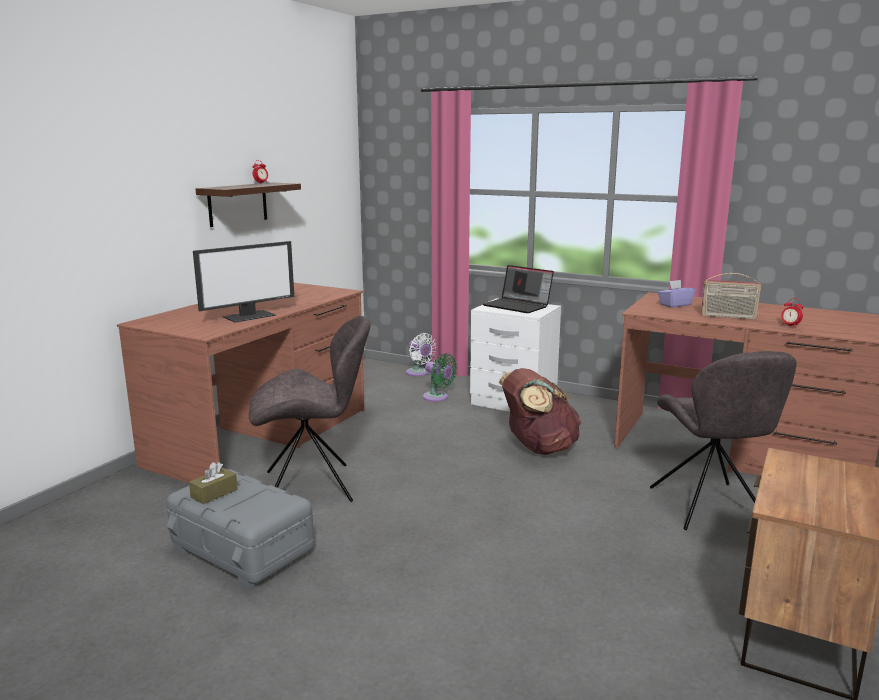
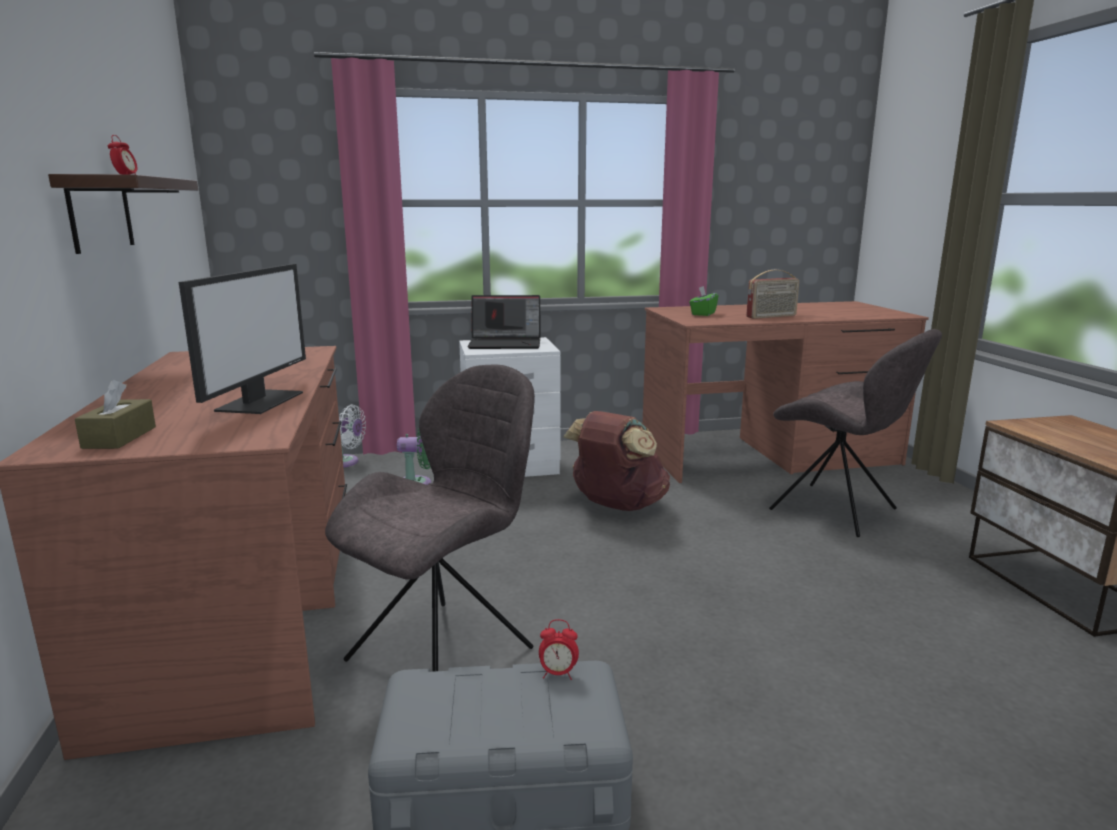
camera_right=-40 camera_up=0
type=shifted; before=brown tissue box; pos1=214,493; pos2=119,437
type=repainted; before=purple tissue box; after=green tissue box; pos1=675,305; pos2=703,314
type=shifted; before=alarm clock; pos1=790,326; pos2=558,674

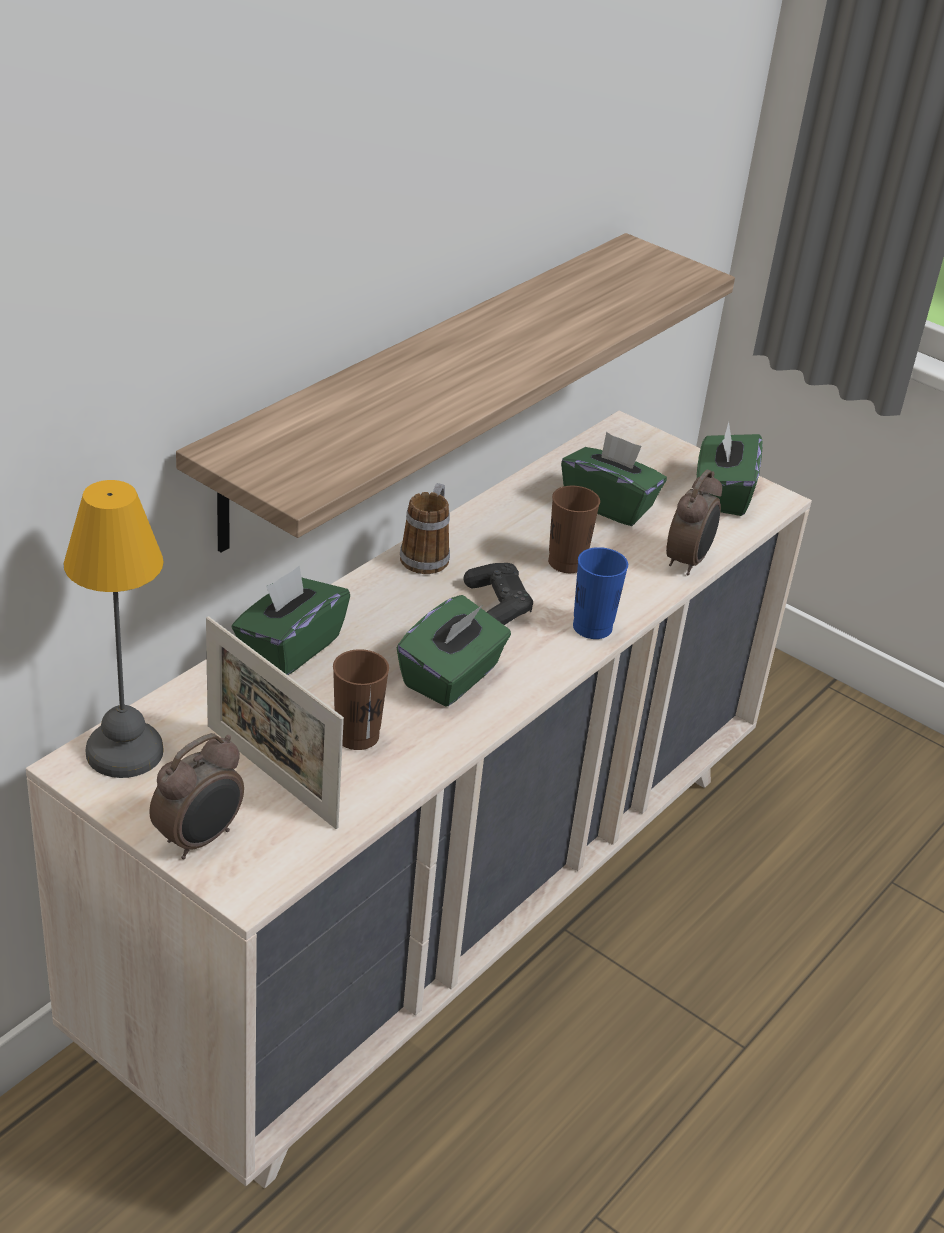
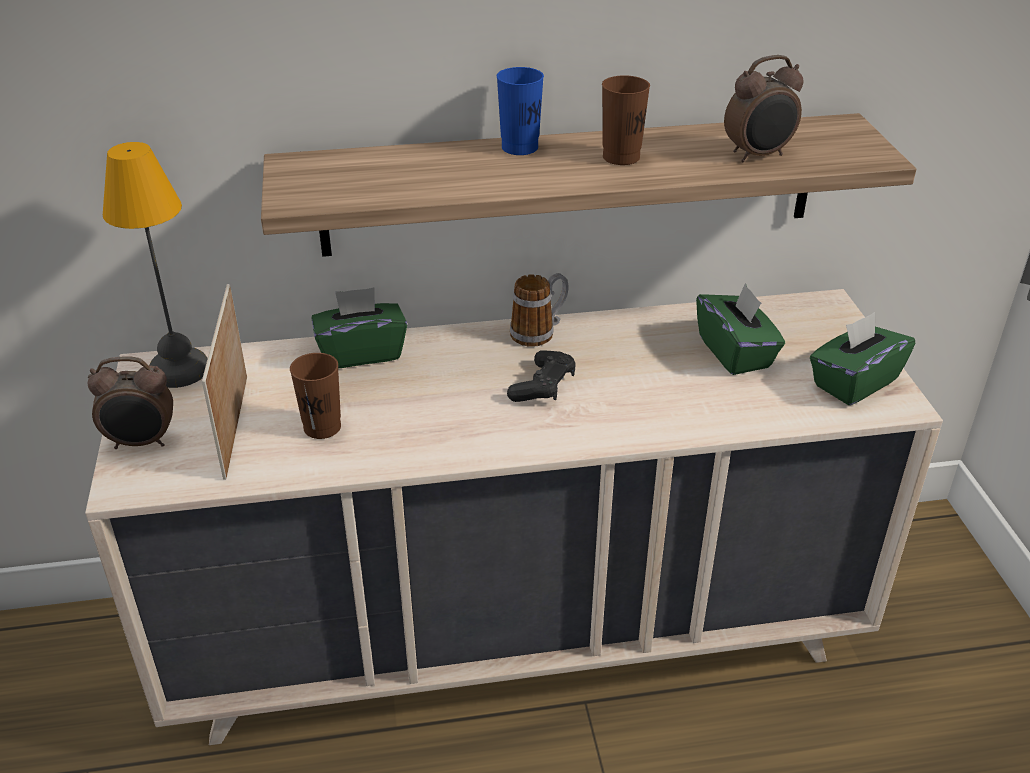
camera_right=45 camera_up=0
type=gone; before=green tissue box; pos1=451,677
type=shifted; before=brown cup; pos1=566,562; pos2=621,157
type=shifted; before=blue cup; pos1=592,627; pos2=519,147
type=shifted; before=alarm clock; pos1=688,561; pos2=758,155

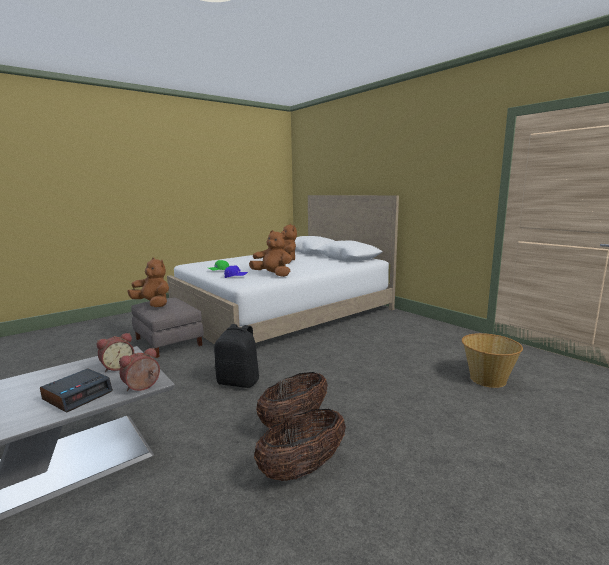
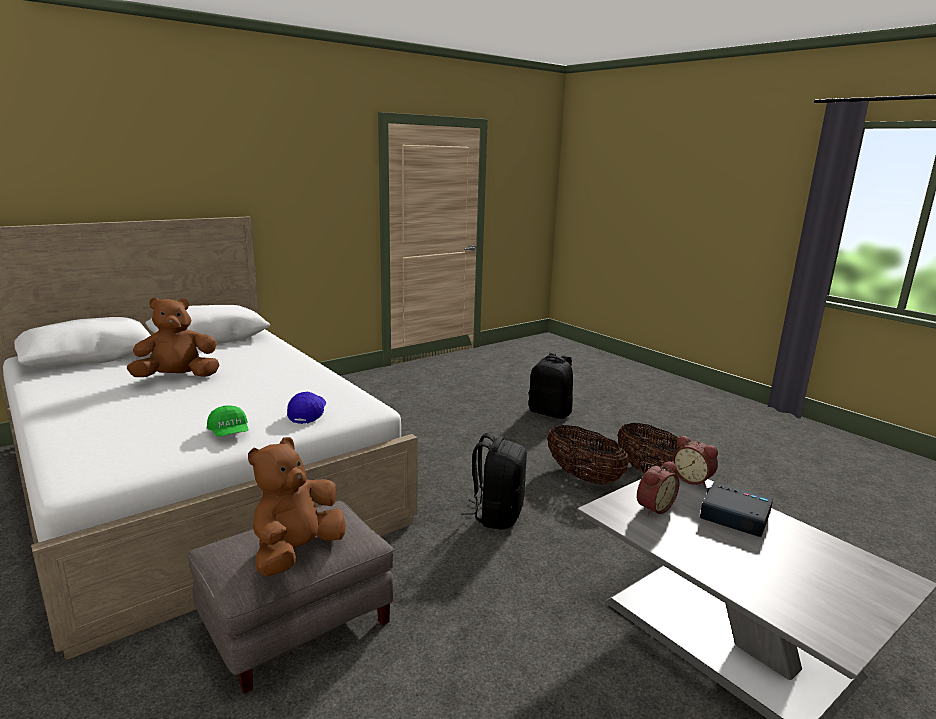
camera_right=-90 camera_up=5
type=rotated; before=alarm clock; pos1=117,367; pos2=653,507; turn=90
type=gone; before=brown plush toy; pos1=273,275
type=gone; before=basket; pos1=487,379
type=new; after=black backpack; pos2=550,413

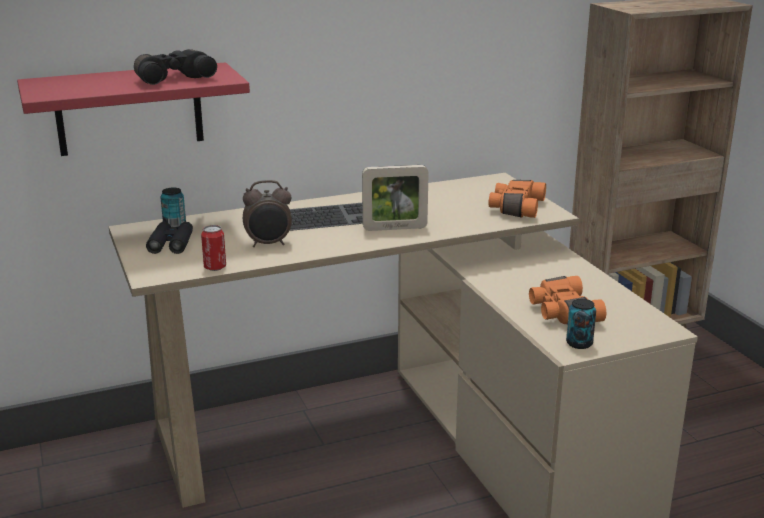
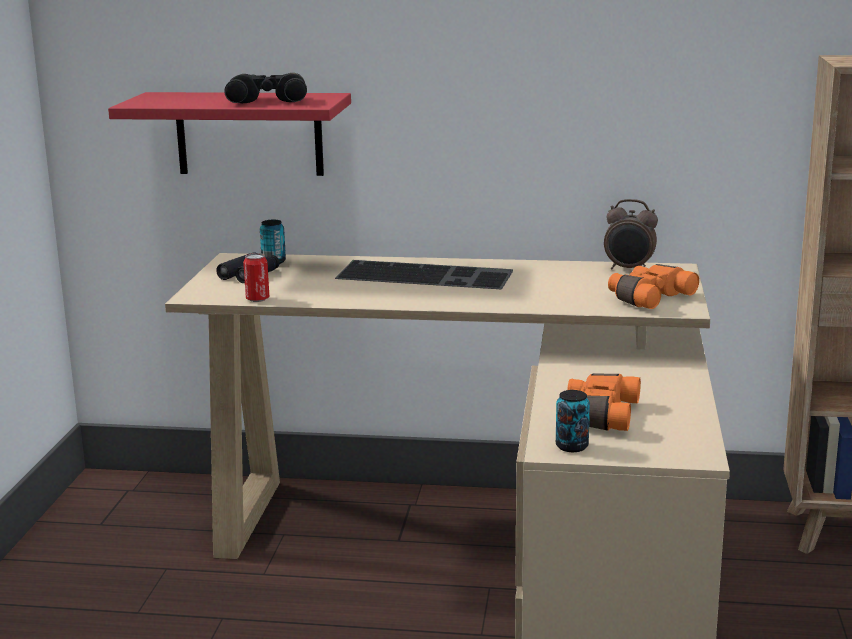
camera_right=30 camera_up=-5
type=shifted; before=alarm clock; pos1=269,244; pos2=629,269
type=gone; before=picture frame; pos1=395,228

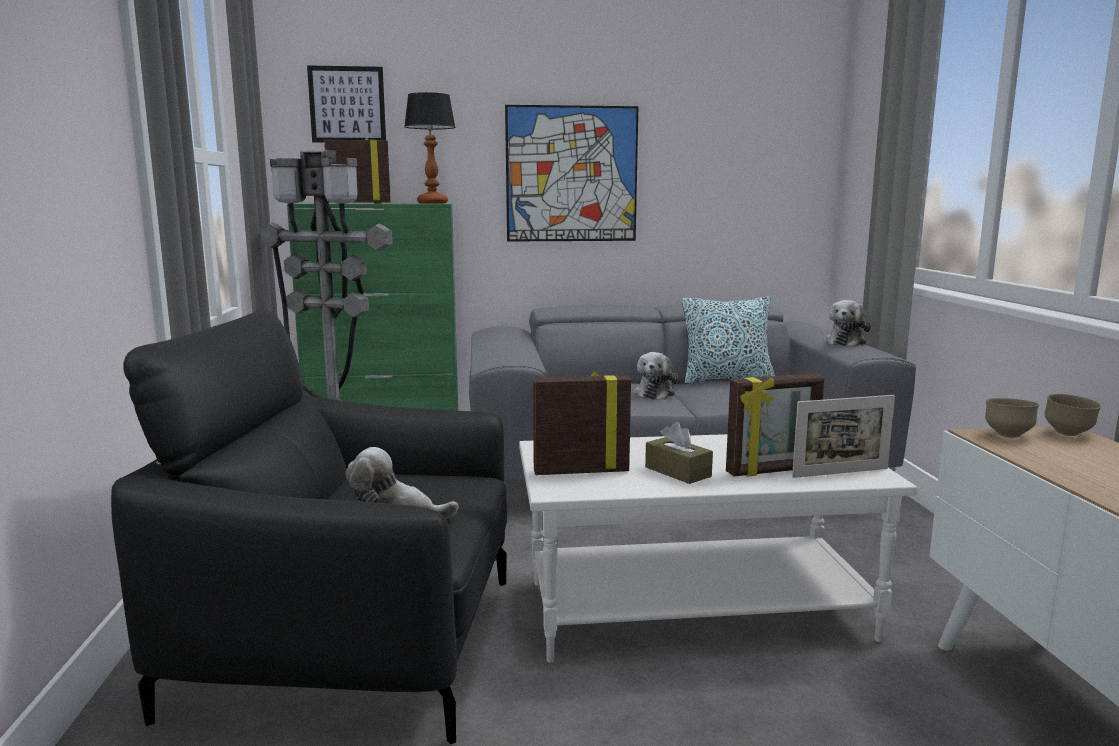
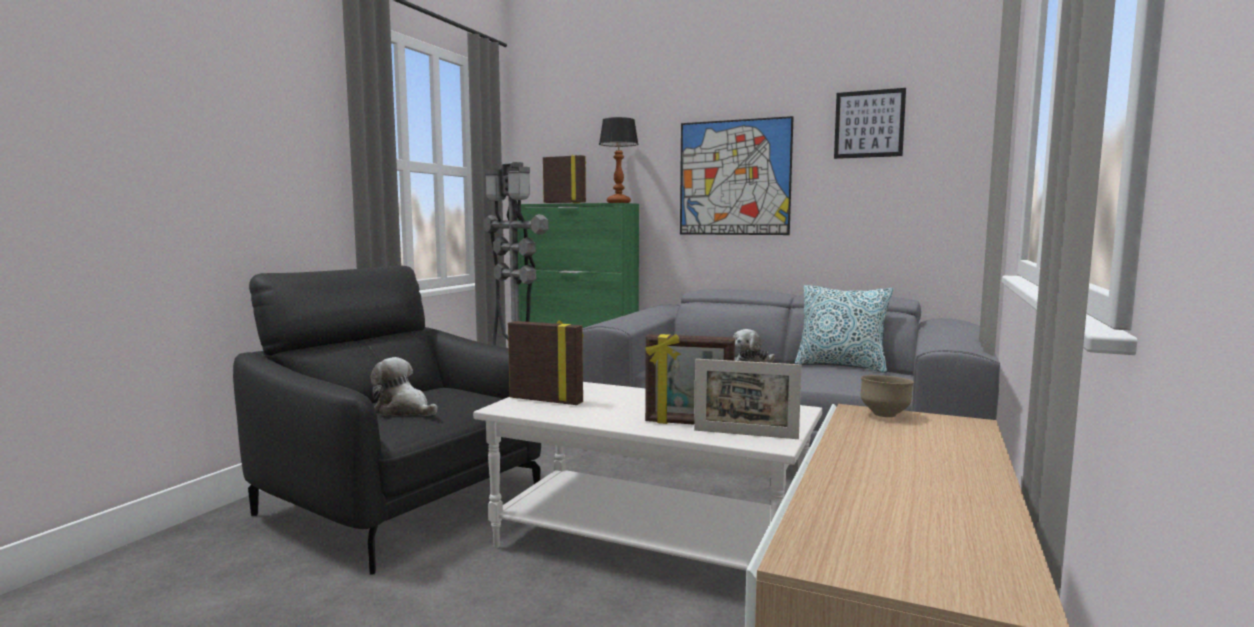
camera_right=30 camera_up=-5
type=shifted; before=picture; pos1=347,105; pos2=869,124
type=gone; before=brown tissue box; pos1=677,472
type=gone; before=plush toy; pos1=846,342
type=gone; before=brown bowl; pos1=1068,434

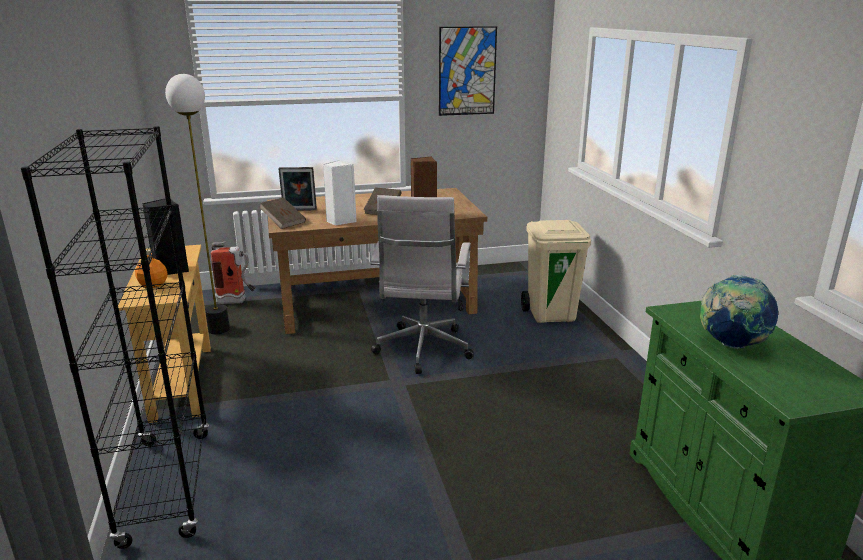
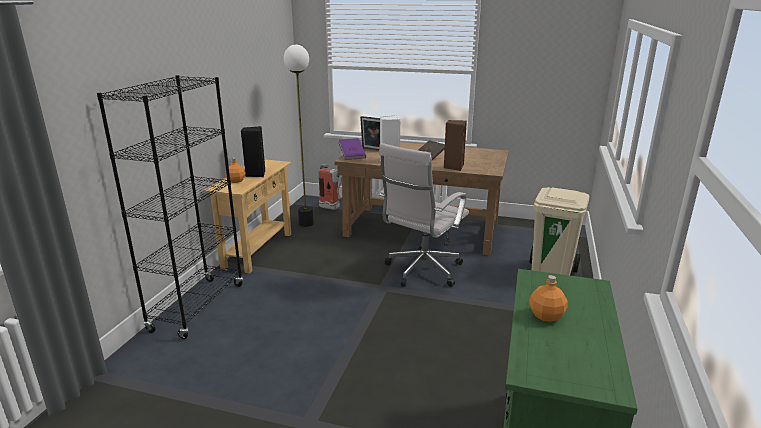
camera_right=30 camera_up=0
type=repainted; before=brown book; after=purple book; pos1=283,222; pos2=352,156
type=gone; before=picture; pos1=467,71
type=swapped; before=globe; after=orange bottle; pos1=731,344; pos2=545,315

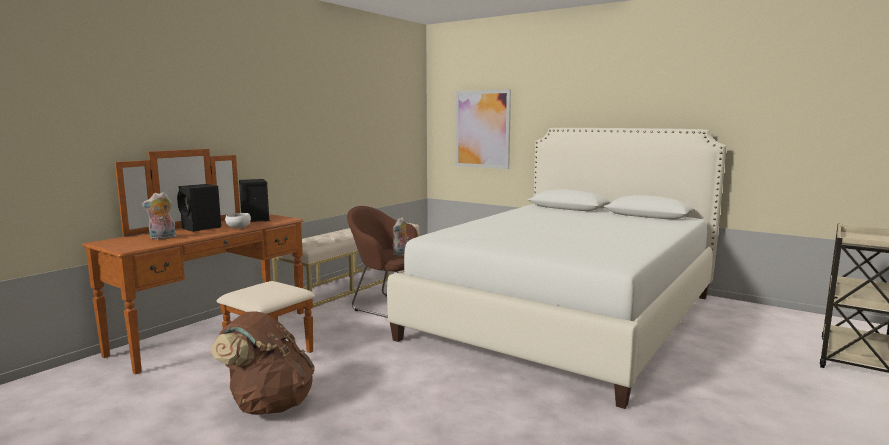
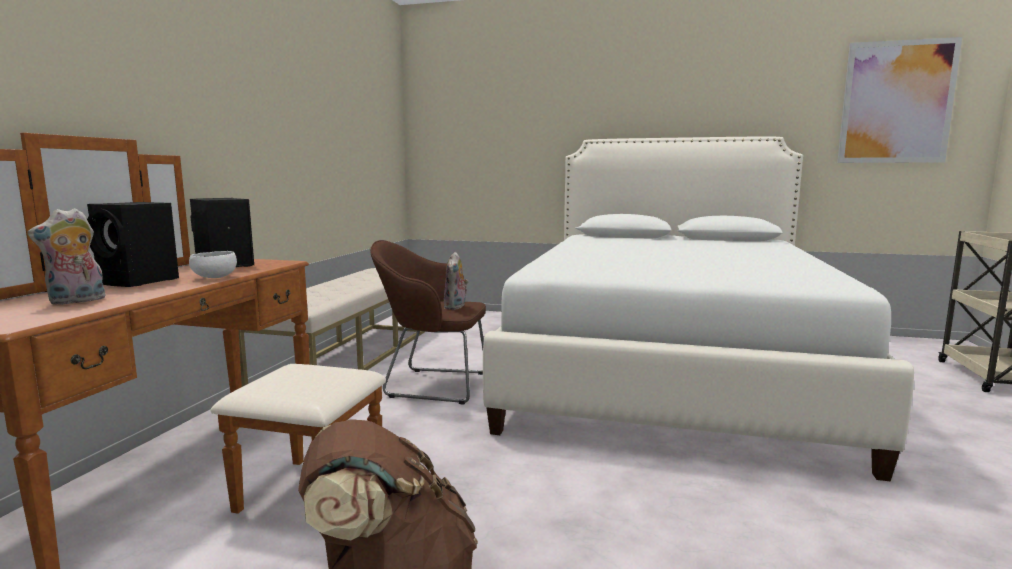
camera_right=-20 camera_up=0
type=shifted; before=picture; pos1=482,129; pos2=896,102

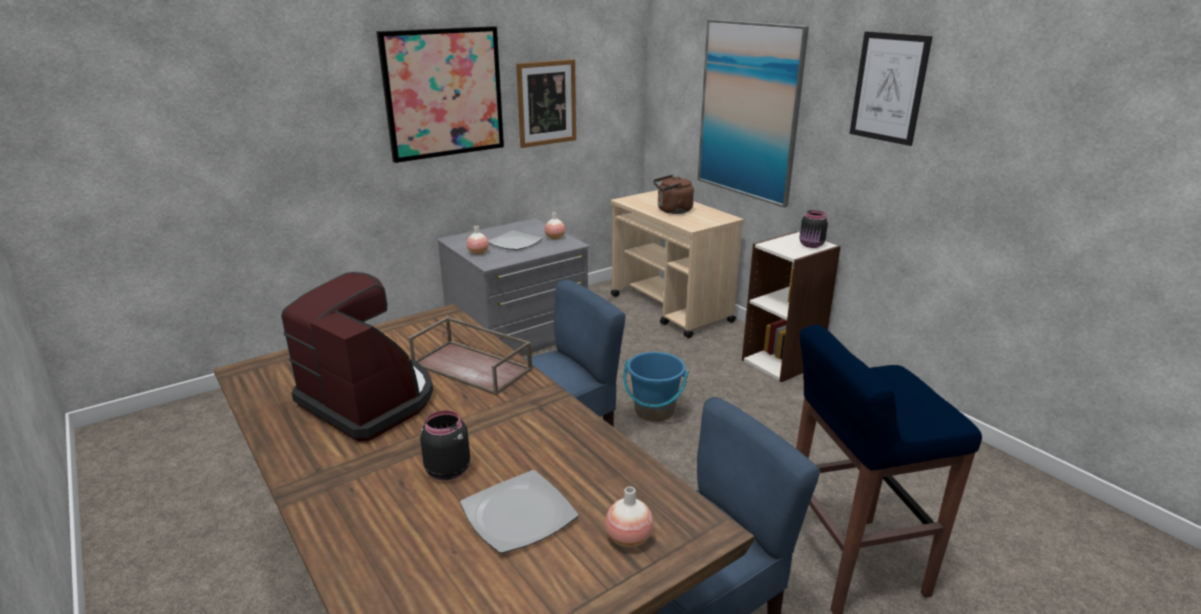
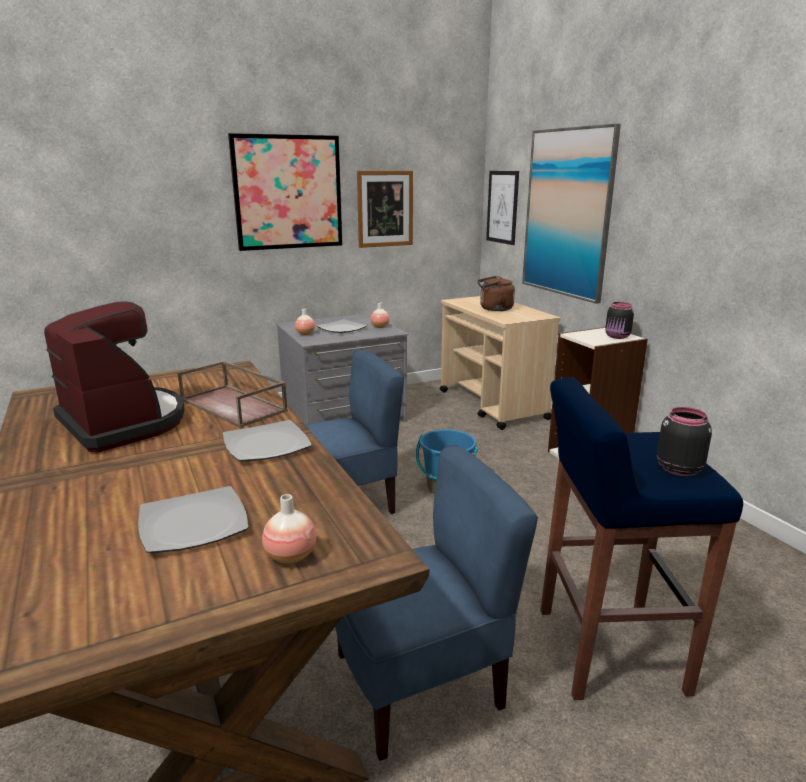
camera_right=10 camera_up=-5
type=shifted; before=black jar; pos1=447,470; pos2=677,468
type=shifted; before=picture; pos1=888,88; pos2=502,207
type=new; after=plate; pos2=267,445

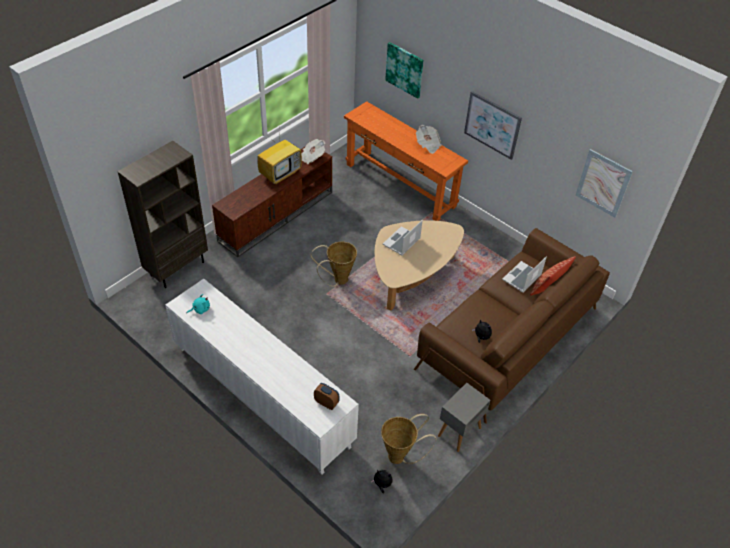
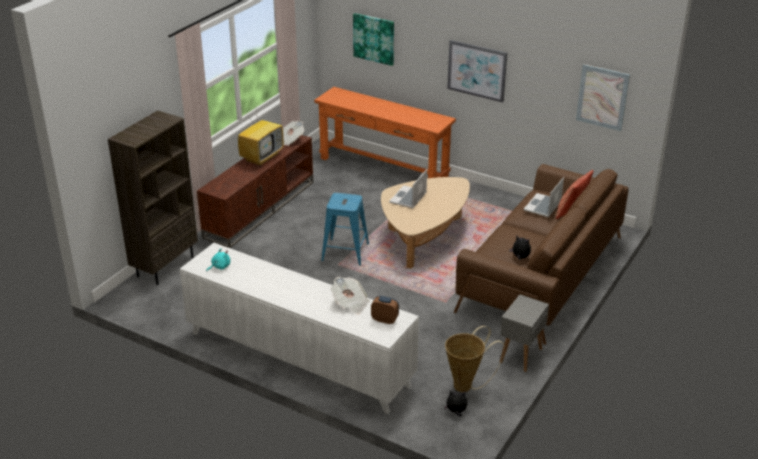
camera_right=-10 camera_up=-15
type=swapped; before=basket; after=blue stool; pos1=337,280; pos2=345,252
type=shifted; before=newspaper; pos1=428,145; pos2=350,303

